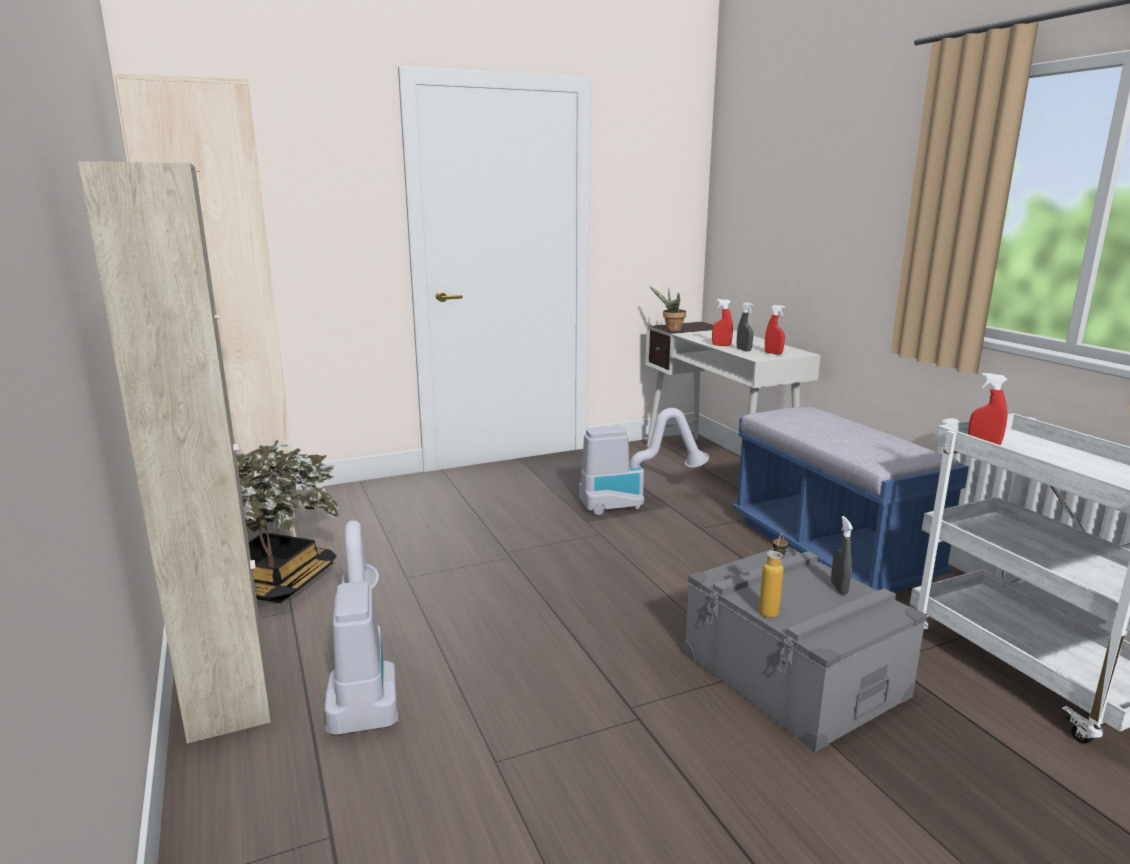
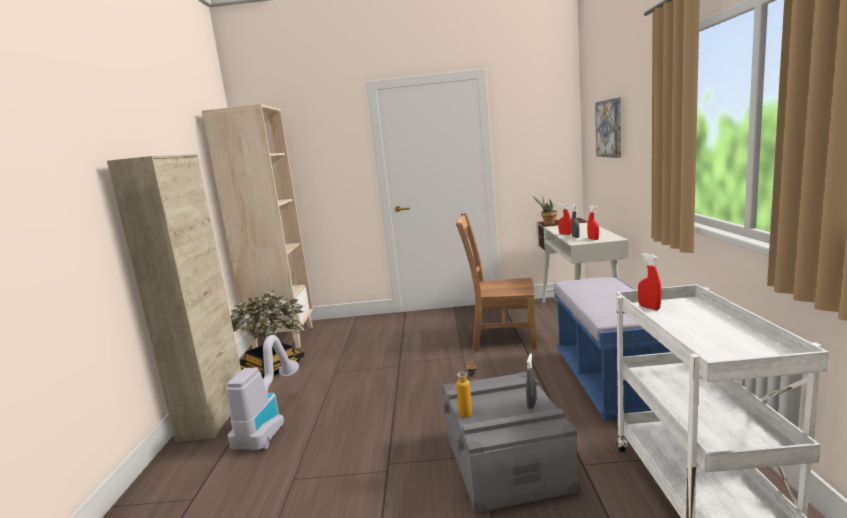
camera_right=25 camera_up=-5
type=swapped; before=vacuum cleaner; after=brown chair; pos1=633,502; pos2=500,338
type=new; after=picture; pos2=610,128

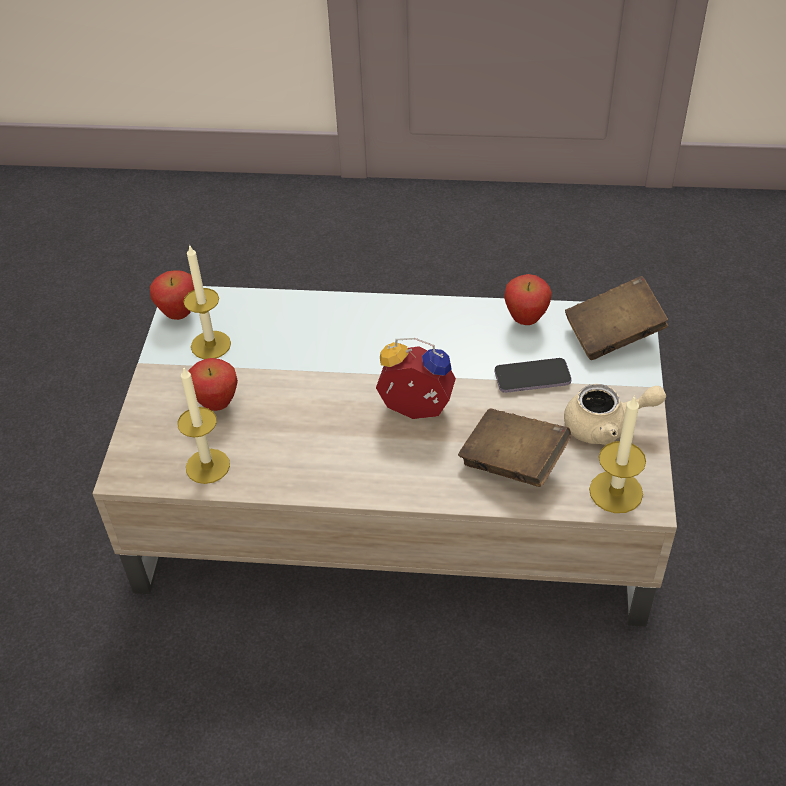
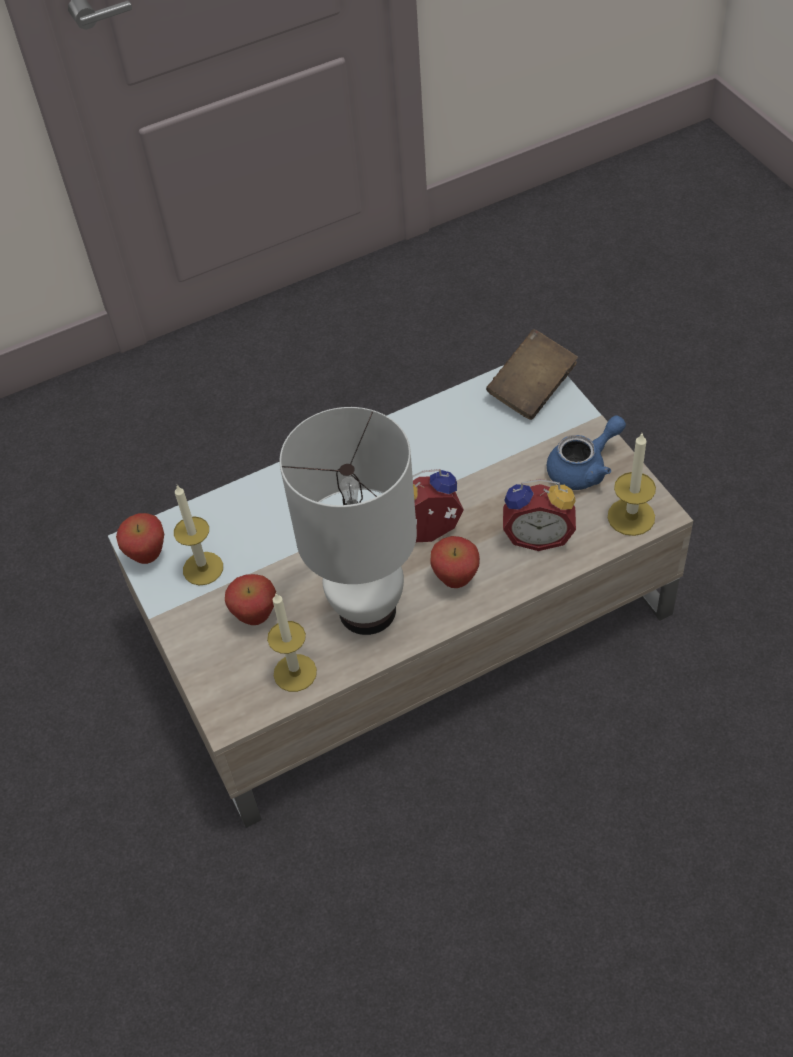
camera_right=-30 camera_up=5
type=swapped; before=brown book; after=alarm clock; pos1=513,462; pos2=538,535
type=gone; before=phone; pos1=532,377
type=shifted; before=apple; pos1=525,320; pos2=455,580
type=repainted; before=beige teapot; after=blue teapot; pos1=606,425; pos2=584,468
type=new; after=white table lamp; pos2=369,610

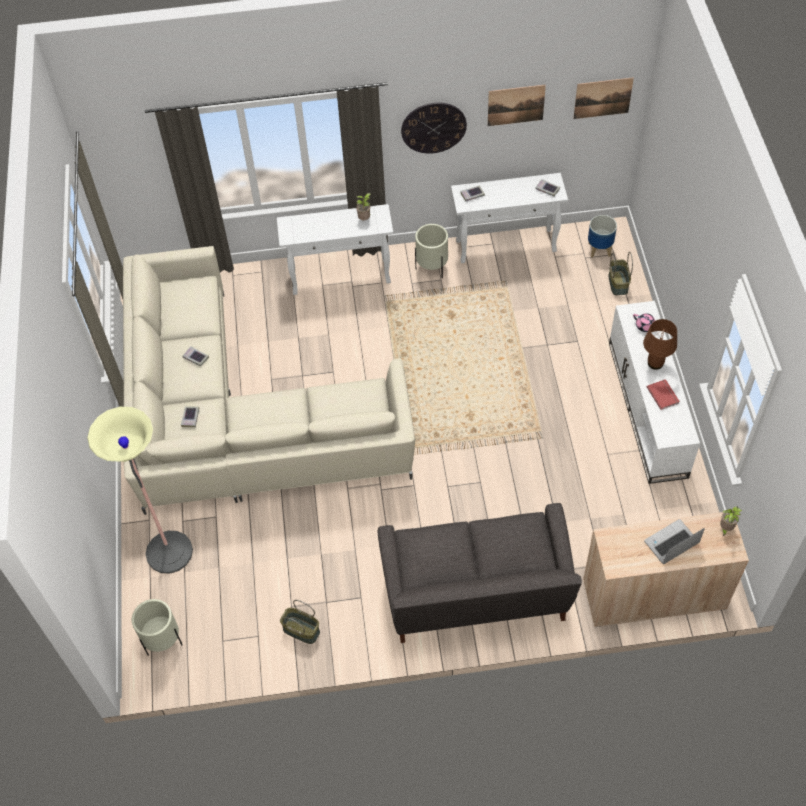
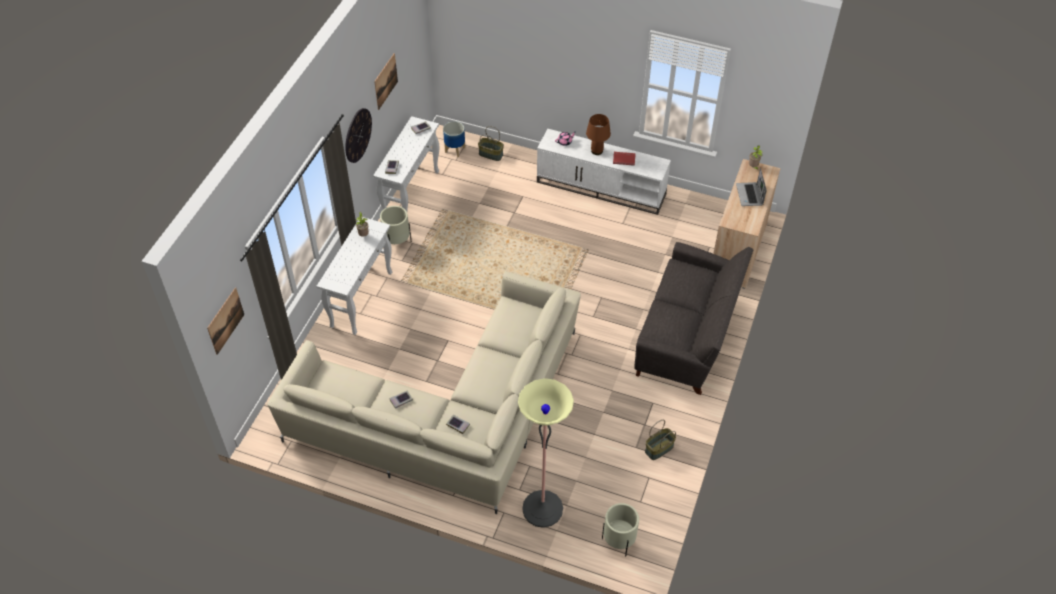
camera_right=-65 camera_up=-5
type=shifted; before=picture; pos1=603,98; pos2=225,320

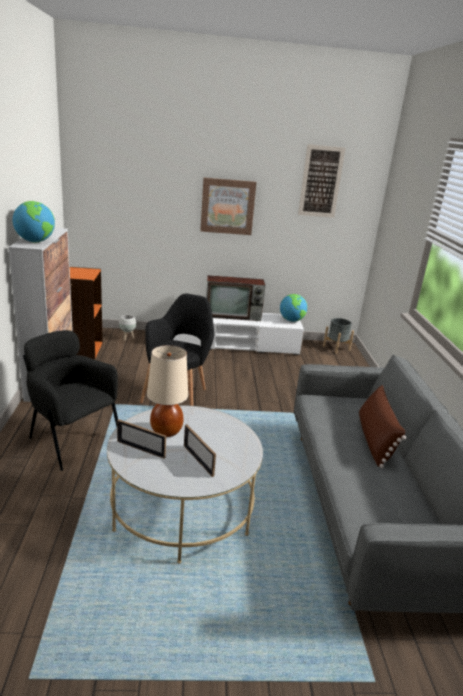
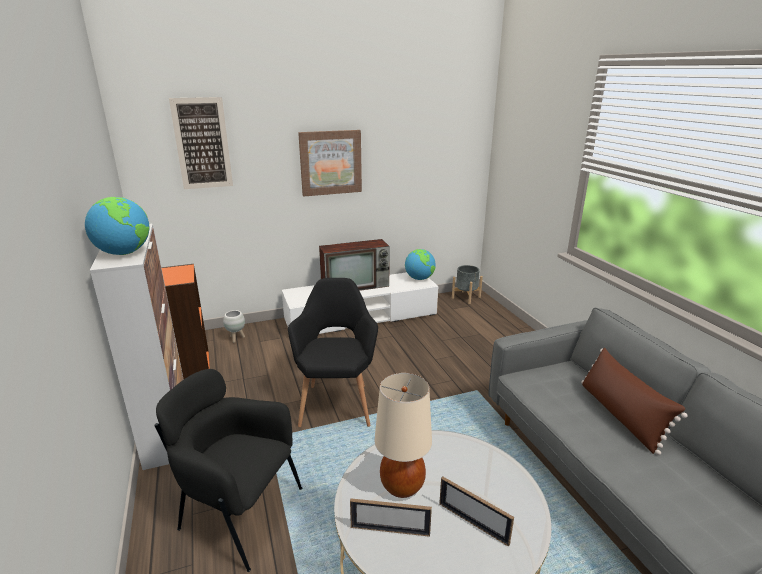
camera_right=-15 camera_up=0
type=shifted; before=picture; pos1=321,181; pos2=202,144

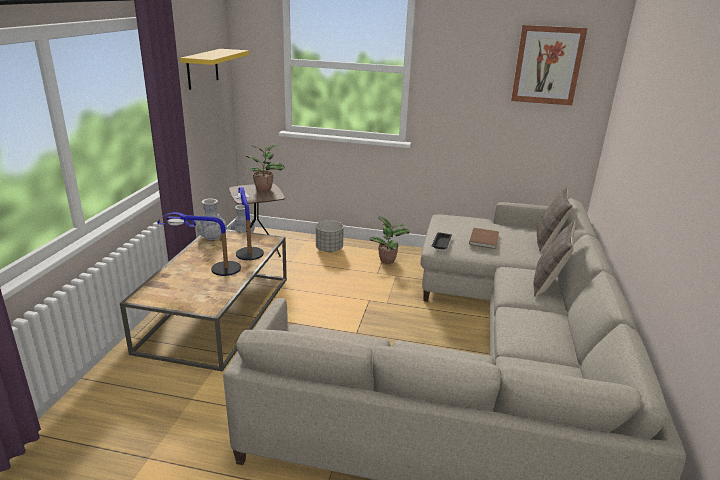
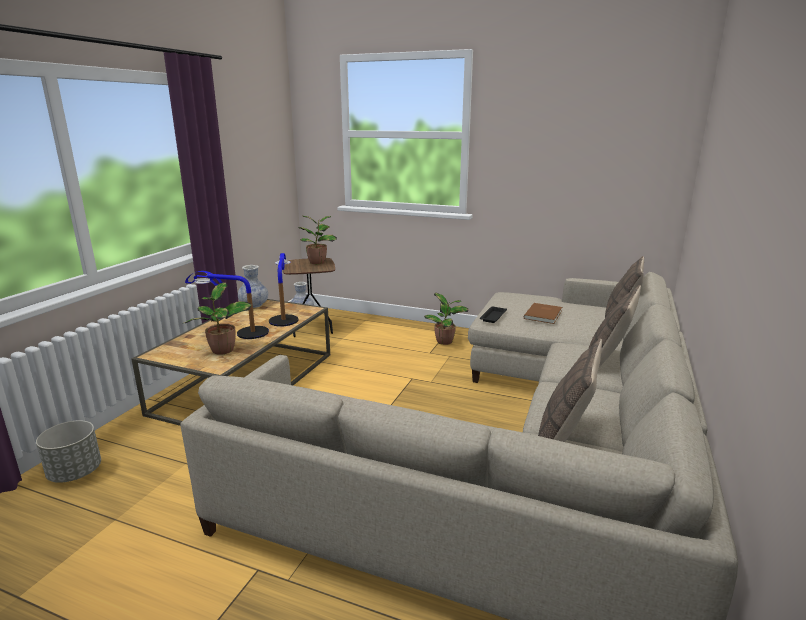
camera_right=10 camera_up=-5
type=gone; before=yellow shelf; pos1=202,68
type=shifted; before=grey planter; pos1=329,249; pos2=76,473
type=gone; before=picture; pos1=547,65
type=new; after=potted plant; pos2=222,351
type=new; after=pillow; pos2=564,439

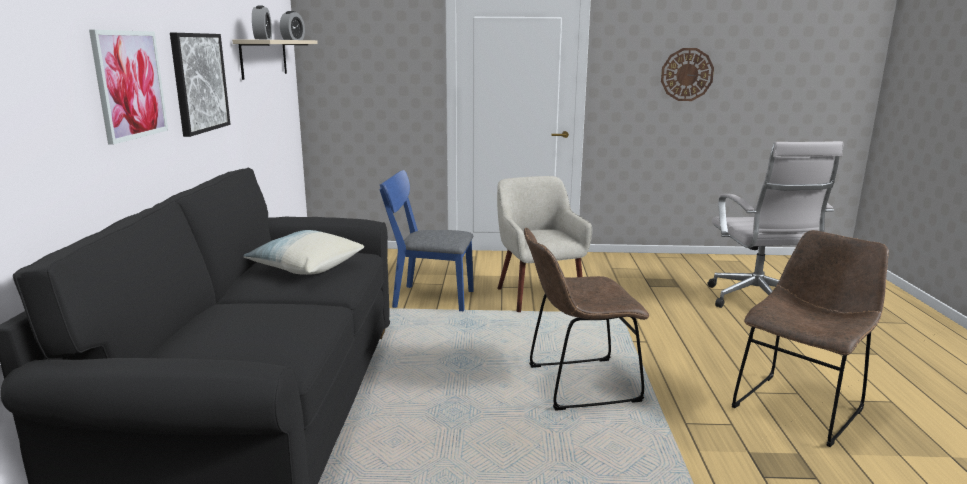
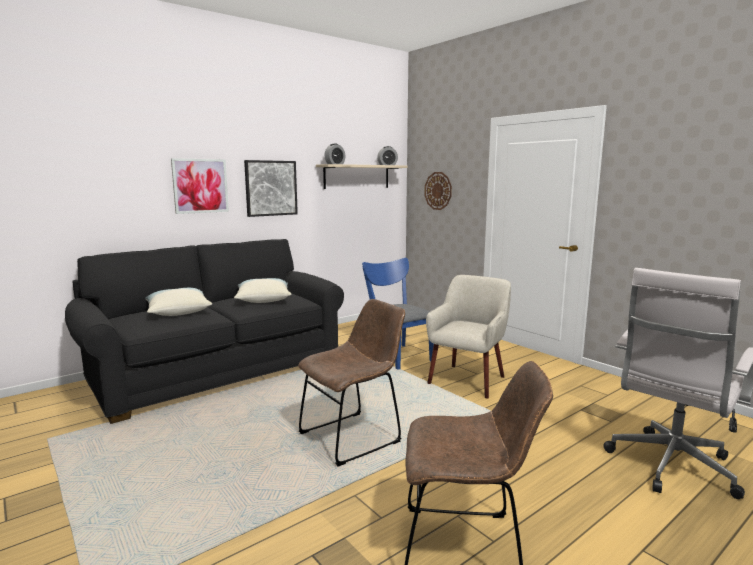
camera_right=50 camera_up=-5
type=rotated; before=brown chair; pos1=576,384; pos2=354,436; turn=105
type=shifted; before=wall clock; pos1=687,74; pos2=438,191
type=new; after=pillow; pos2=177,311

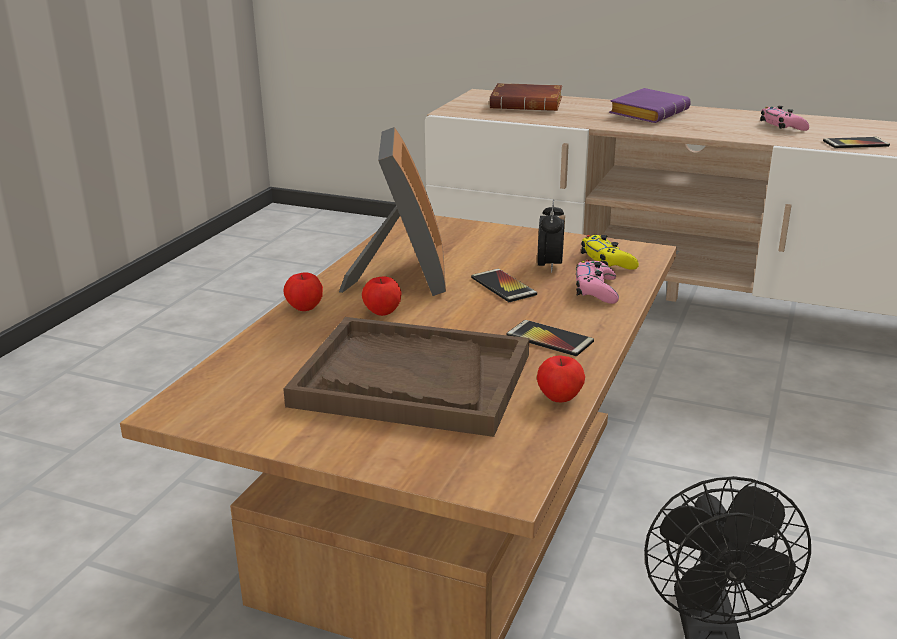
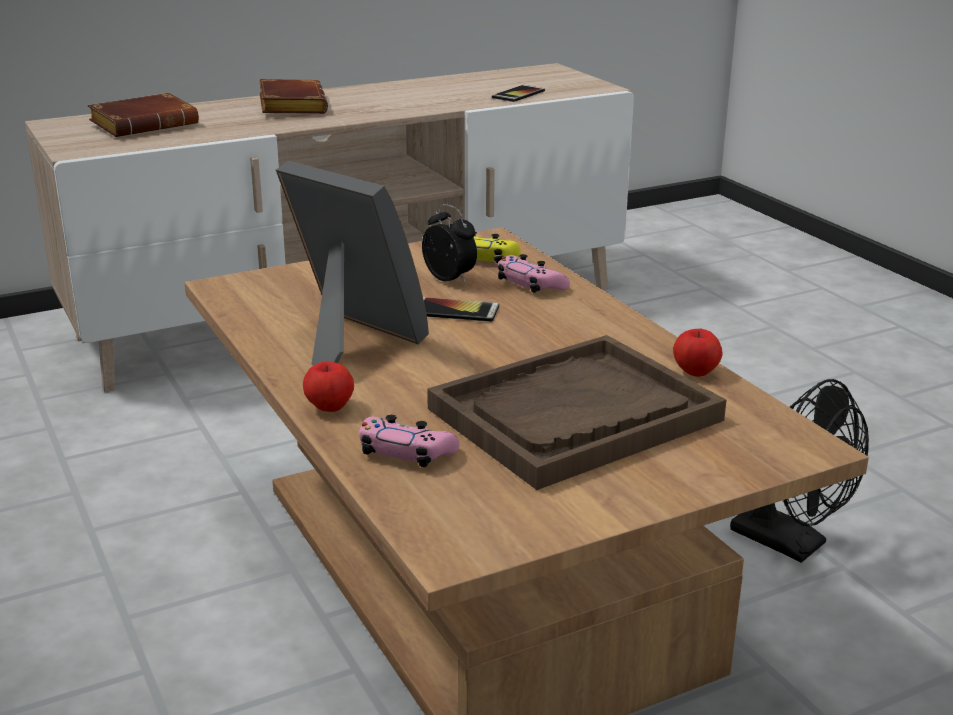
camera_right=-50 camera_up=0
type=gone; before=apple; pos1=382,312
type=gone; before=phone; pos1=549,339
type=repainted; before=purple book; after=brown book; pos1=648,113; pos2=289,106
type=shifted; before=pink game controller; pos1=782,126; pos2=406,452

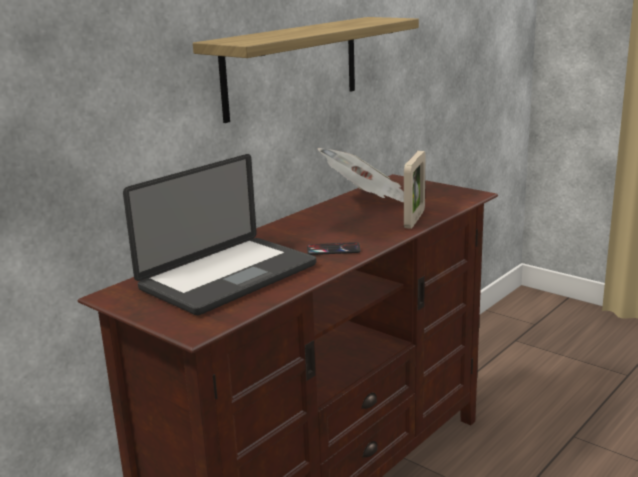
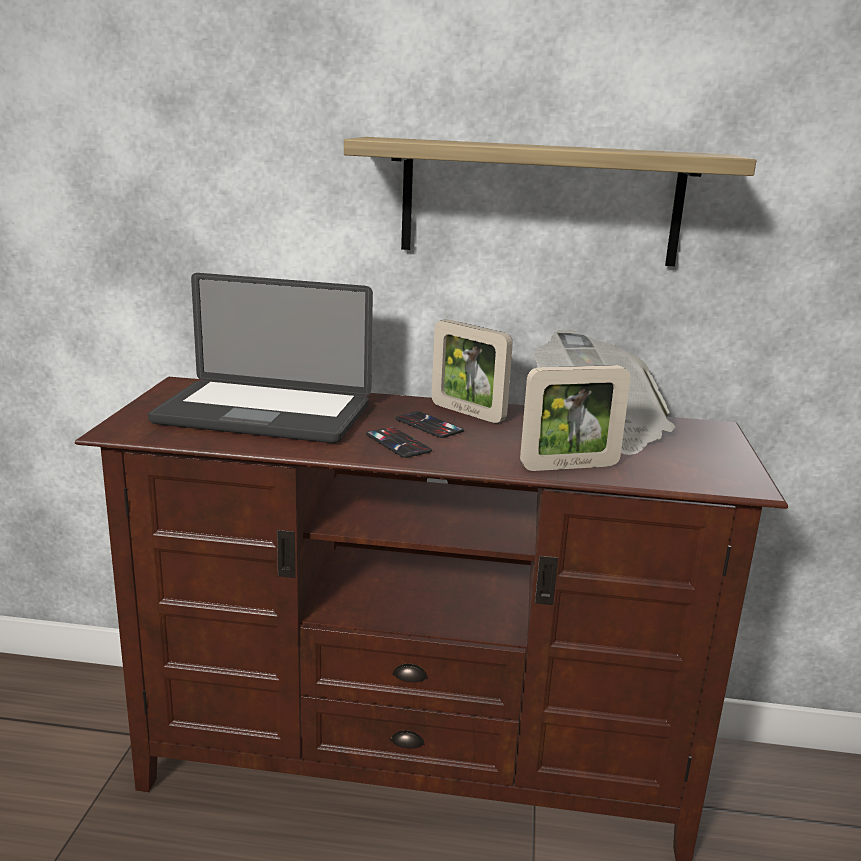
camera_right=55 camera_up=0
type=new; after=phone; pos2=428,425
type=new; after=picture frame; pos2=467,412

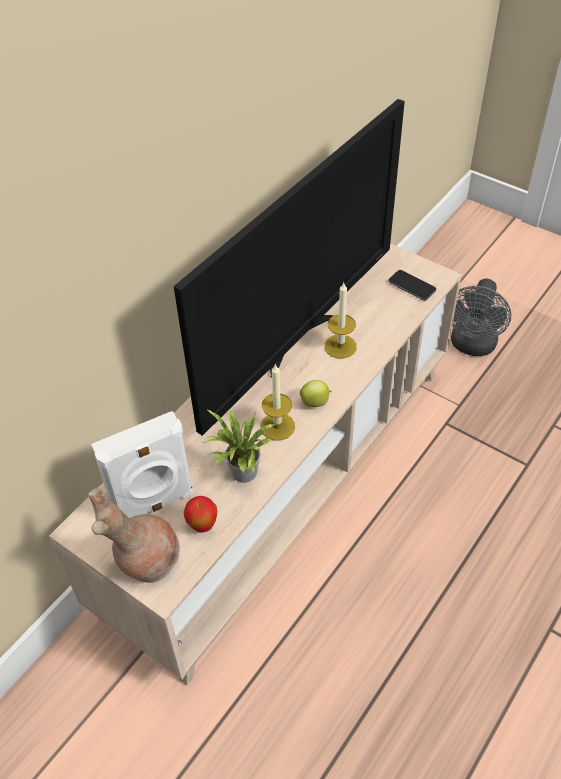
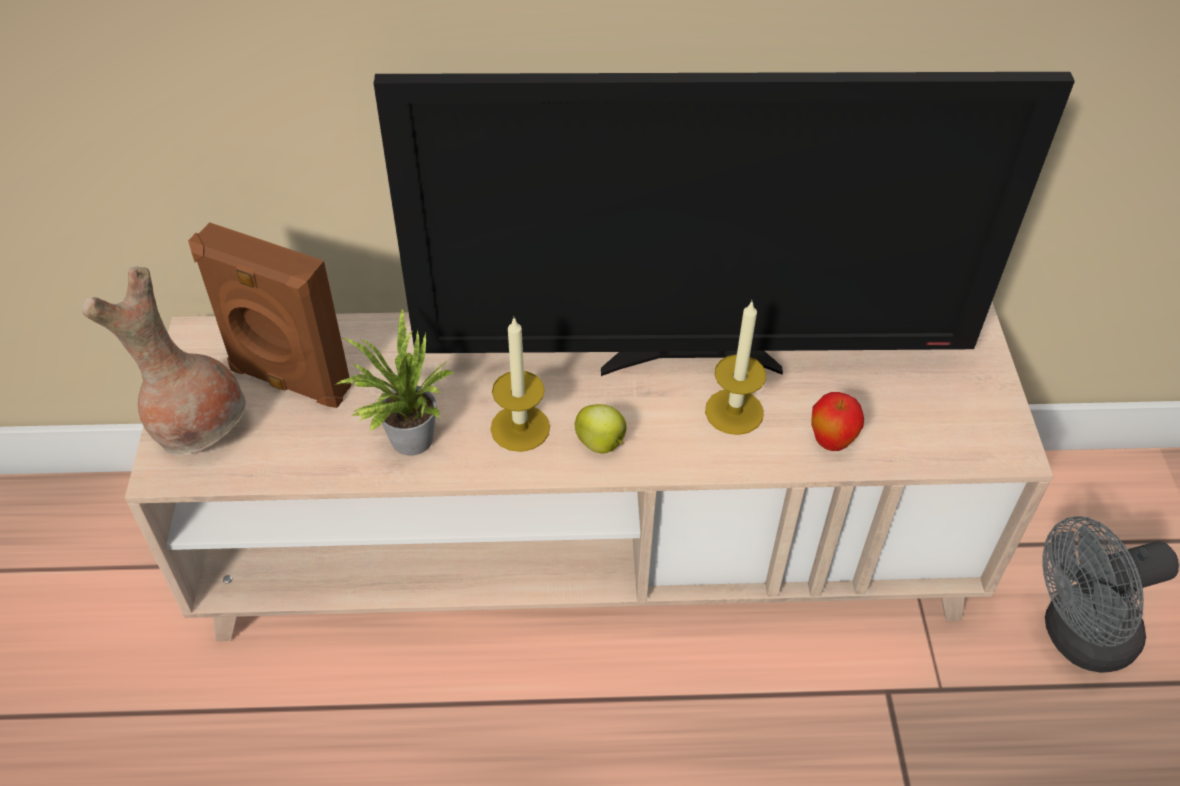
camera_right=50 camera_up=0
type=repainted; before=white speaker; after=brown speaker; pos1=154,504; pos2=288,381
type=shifted; before=apple; pos1=202,525; pos2=831,442
type=gone; before=phone; pos1=411,286

